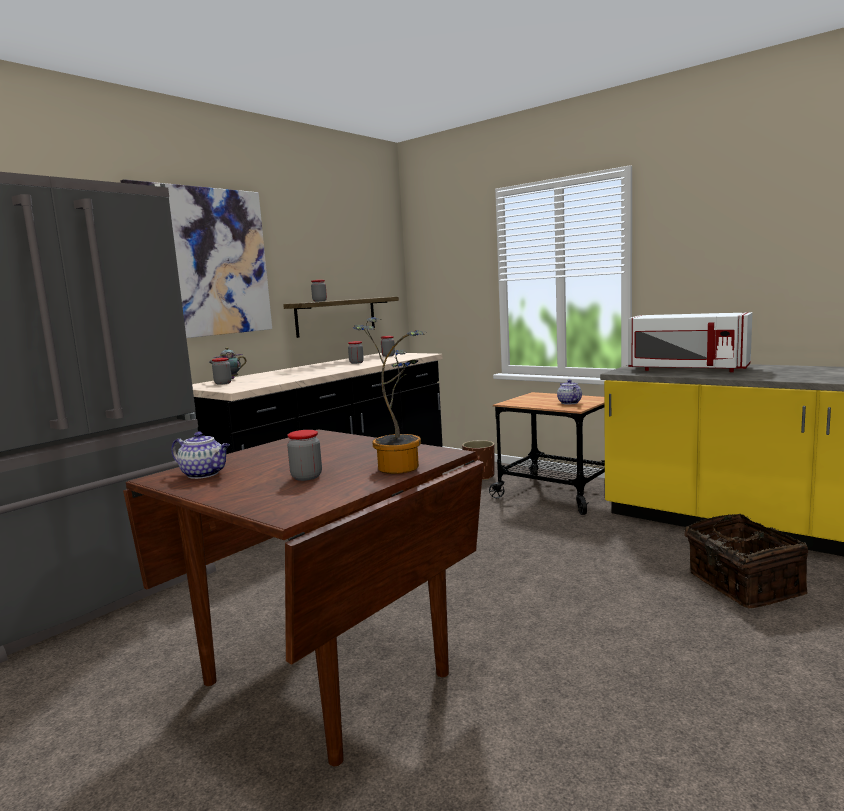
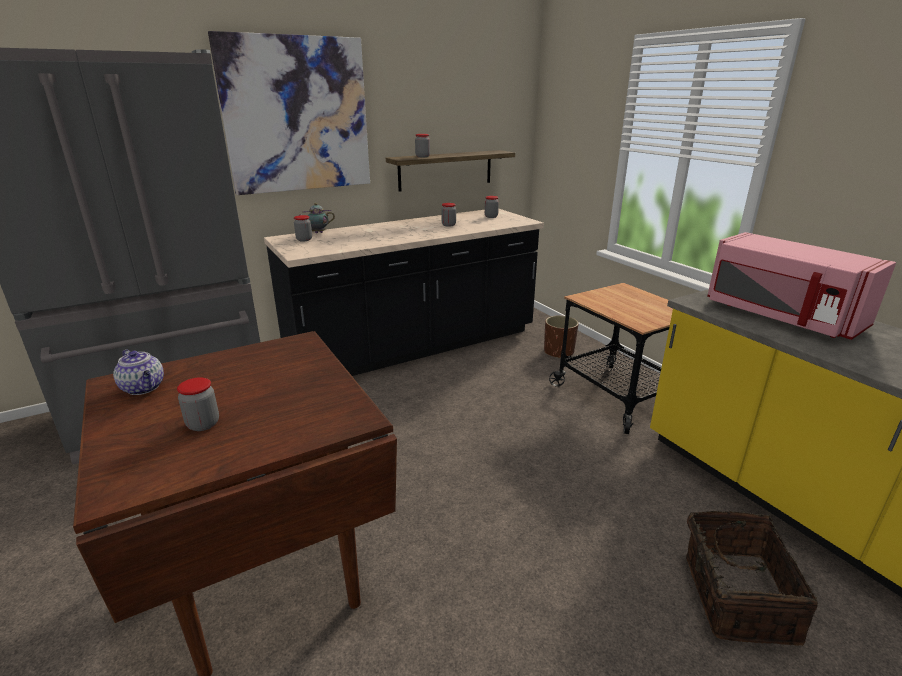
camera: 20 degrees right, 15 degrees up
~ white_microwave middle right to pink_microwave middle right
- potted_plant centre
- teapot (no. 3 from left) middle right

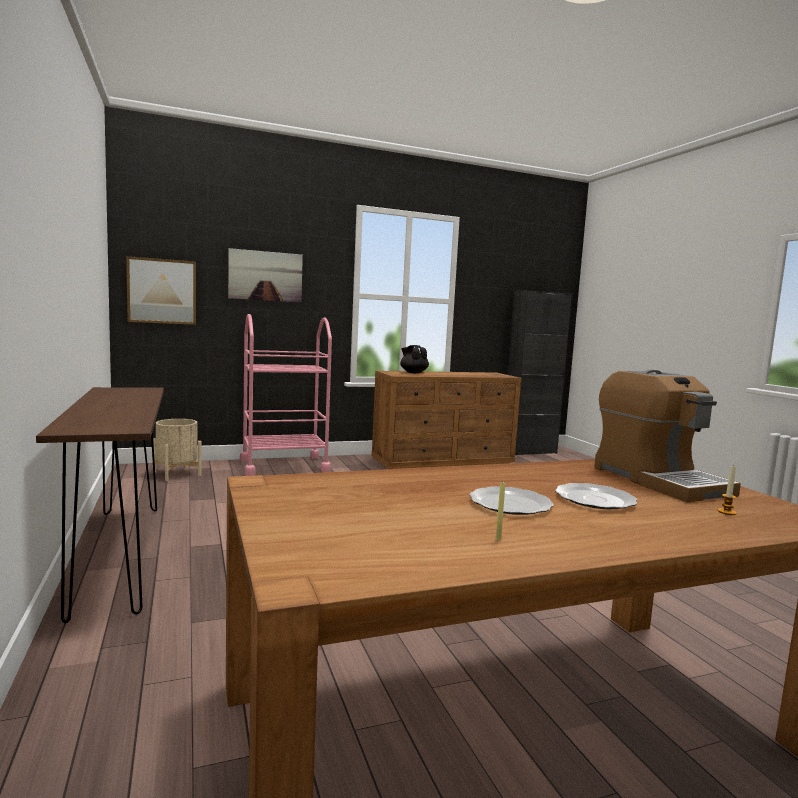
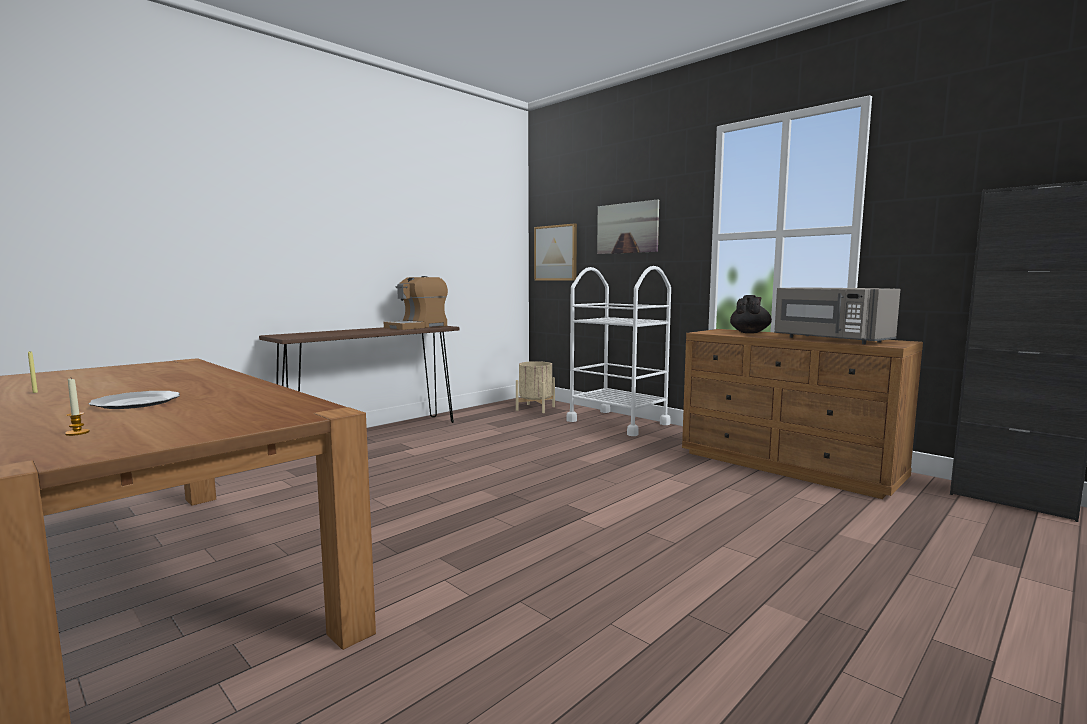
camera: 65 degrees right, 0 degrees up
~ coffee_machine middle right to centre
~ pink_cart centre to white_cart centre
+ grey_microwave middle right
- plate (no. 1 from left) centre

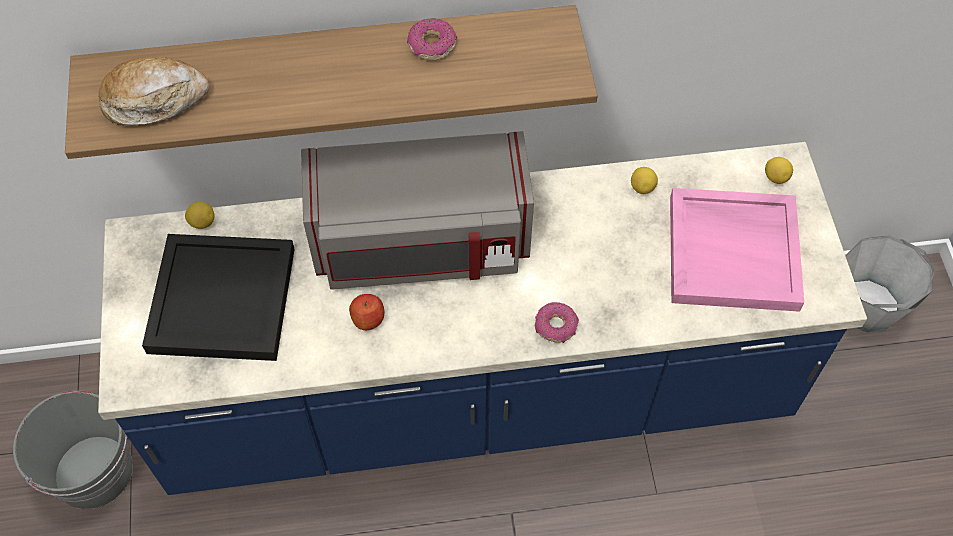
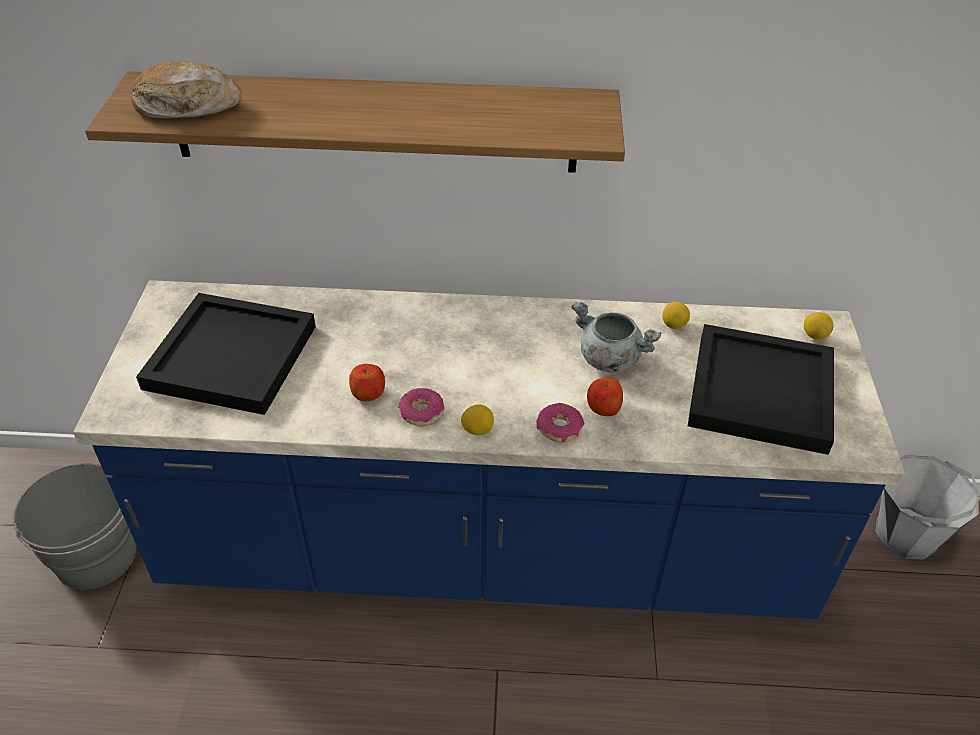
camera: 10 degrees right, 15 degrees down
~ donut (no. 1 from left) top centre to centre
~ lemon (no. 1 from left) middle left to centre
+ grey_cooking_pot centre
+ apple (no. 2 from left) centre
~ pink_tray middle right to black_tray (no. 2 from left) middle right
- grey_microwave centre

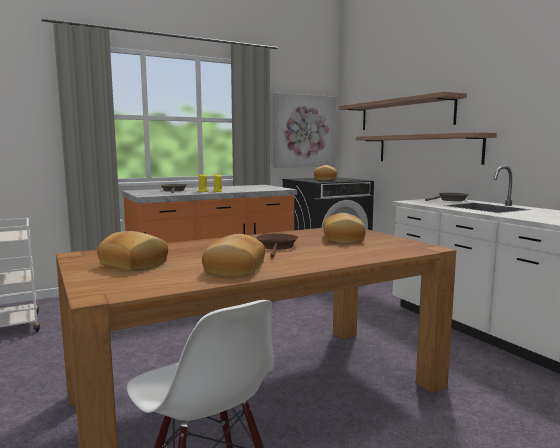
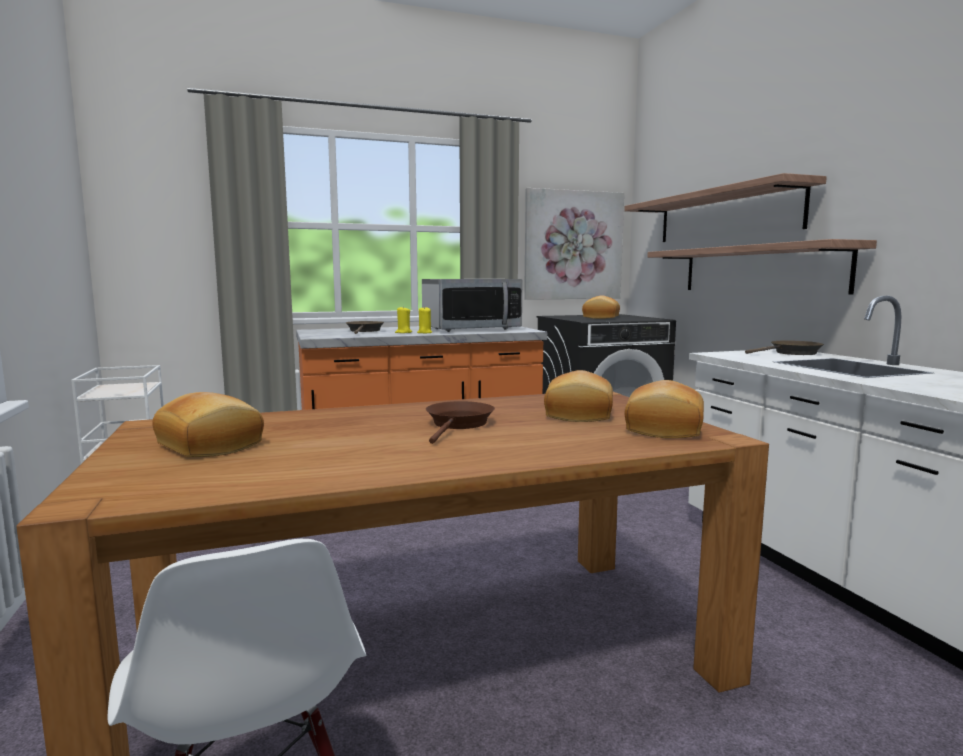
camera: 10 degrees right, 0 degrees up
+ microwave centre
~ bread (no. 2 from left in the first image) centre to bread (no. 4 from left) middle right

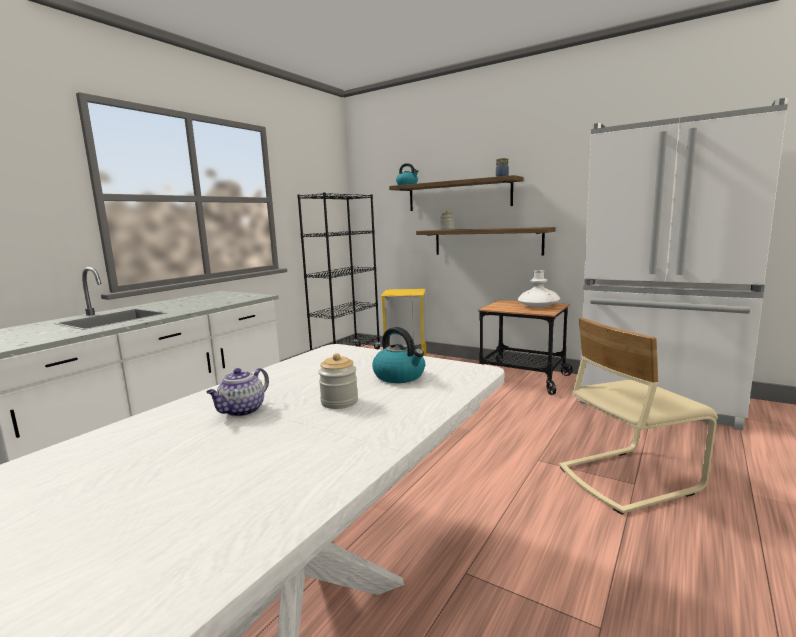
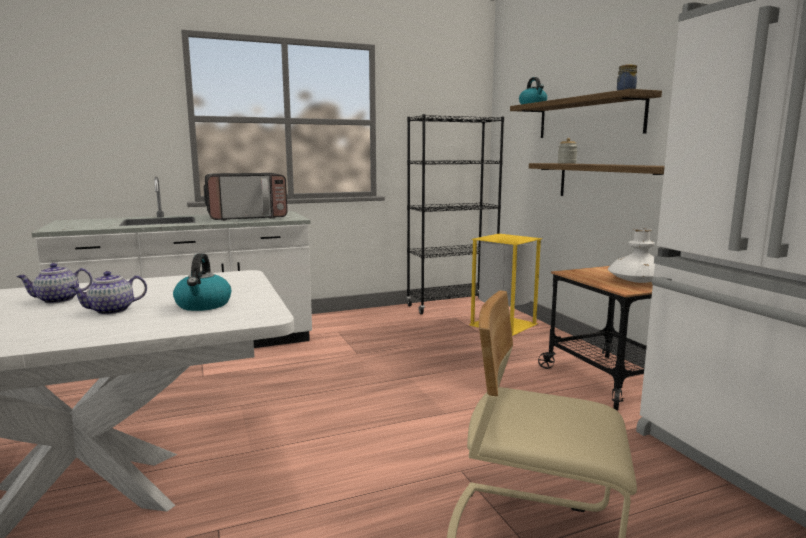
camera: 35 degrees right, 0 degrees up
~ jar (no. 1 from left) centre to teapot (no. 2 from left) middle left
+ microwave middle left

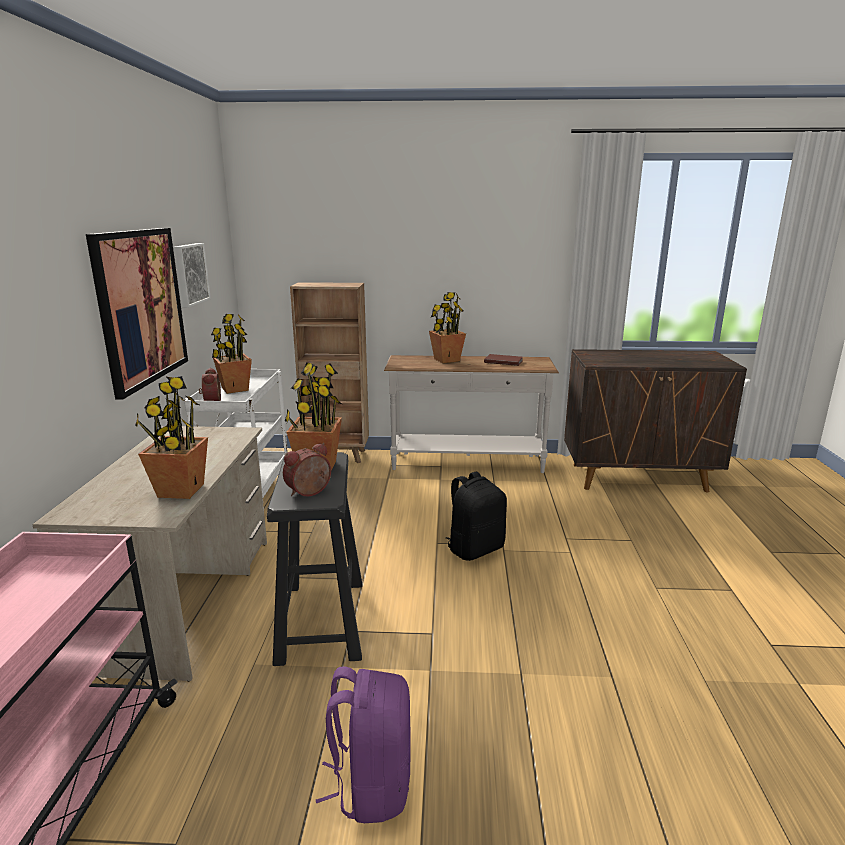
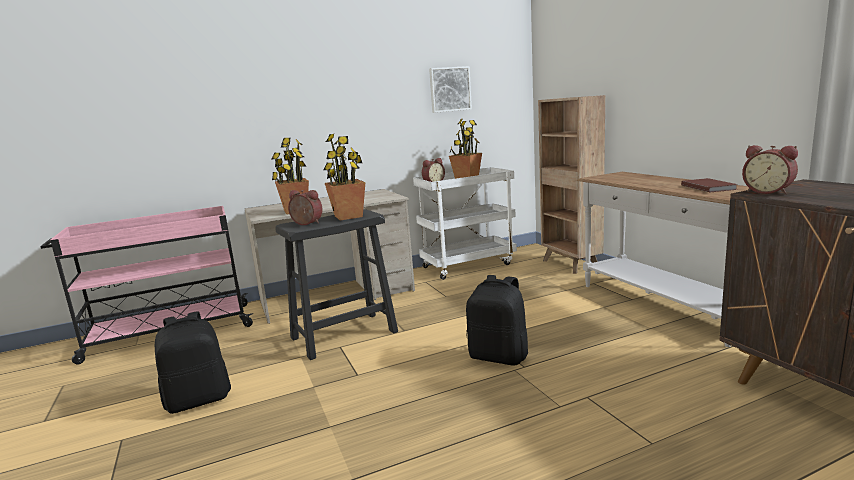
camera: 65 degrees right, 5 degrees down
~ purple_backpack bottom centre to black_backpack (no. 1 from left) bottom left
+ alarm_clock (no. 3 from left) middle right
- picture (no. 1 from left) middle left
- potted_plant (no. 4 from left) centre

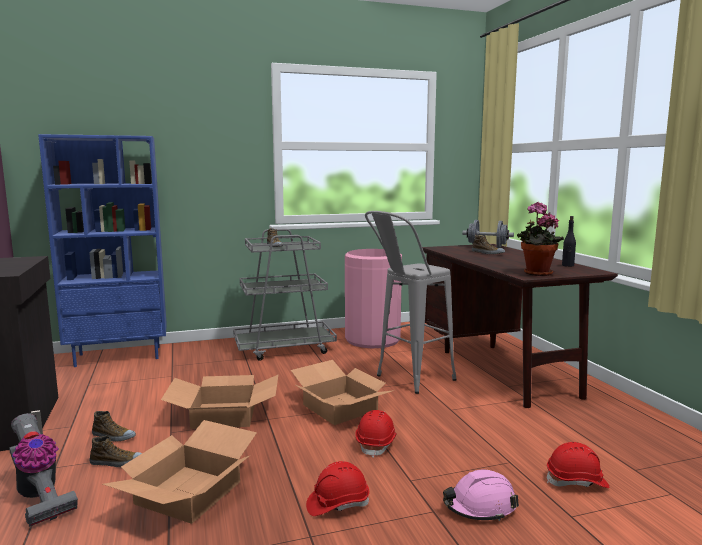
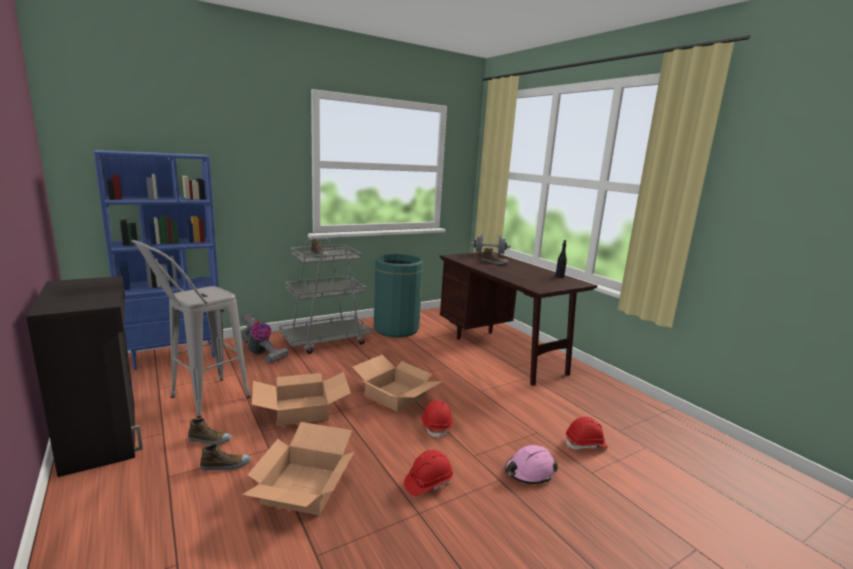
camera: 15 degrees left, 5 degrees up
~ grey_stool centre to middle left
~ vacuum_cleaner bottom left to middle left
~ pink_trash_can centre to green_trash_can centre
- potted_plant middle right

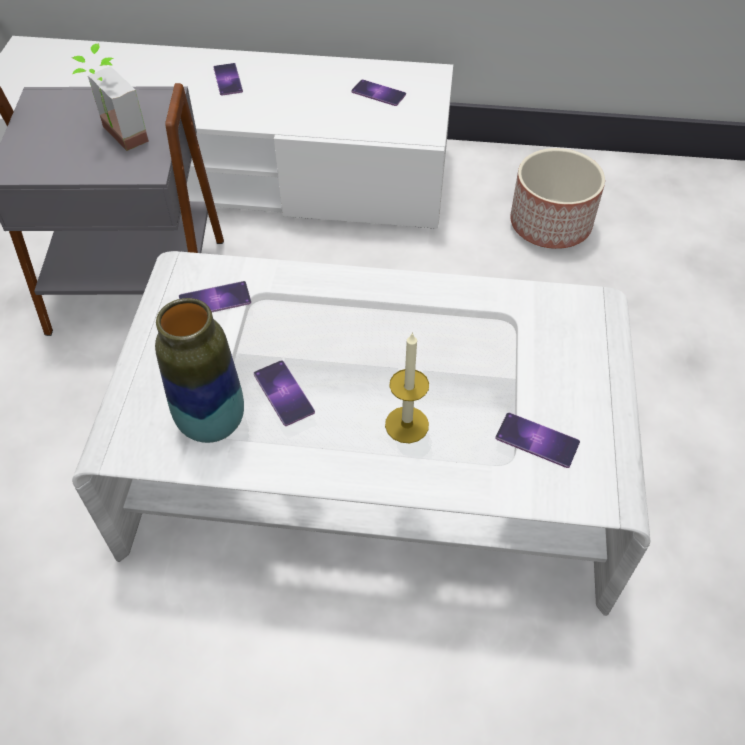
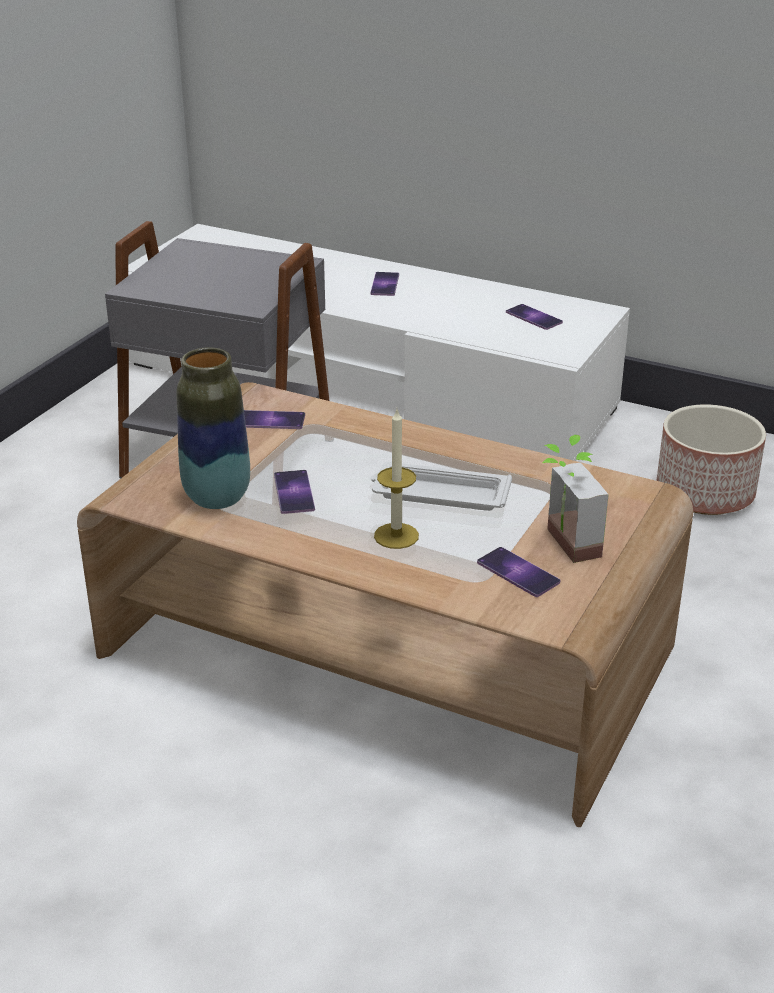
camera: 20 degrees right, 20 degrees down
~ white_coffee_table centre to brown_coffee_table centre
+ white_tray centre
~ potted_plant top left to middle right

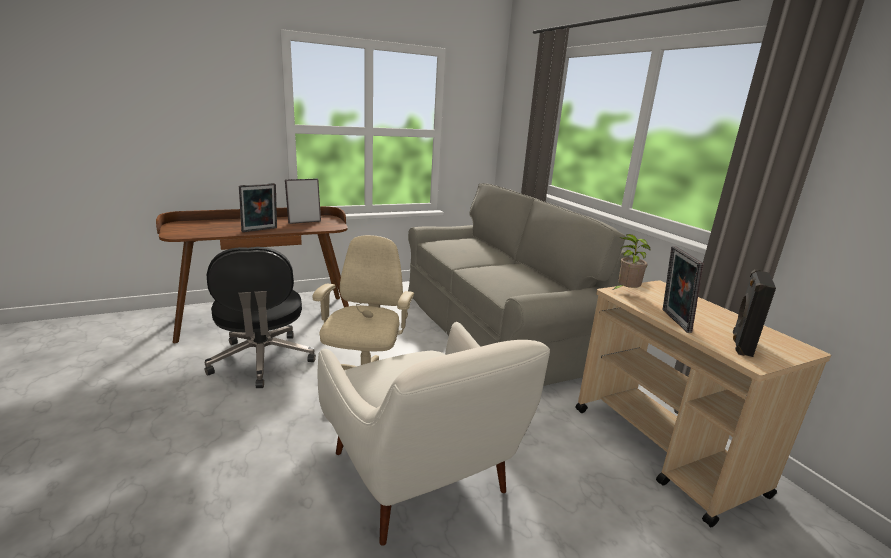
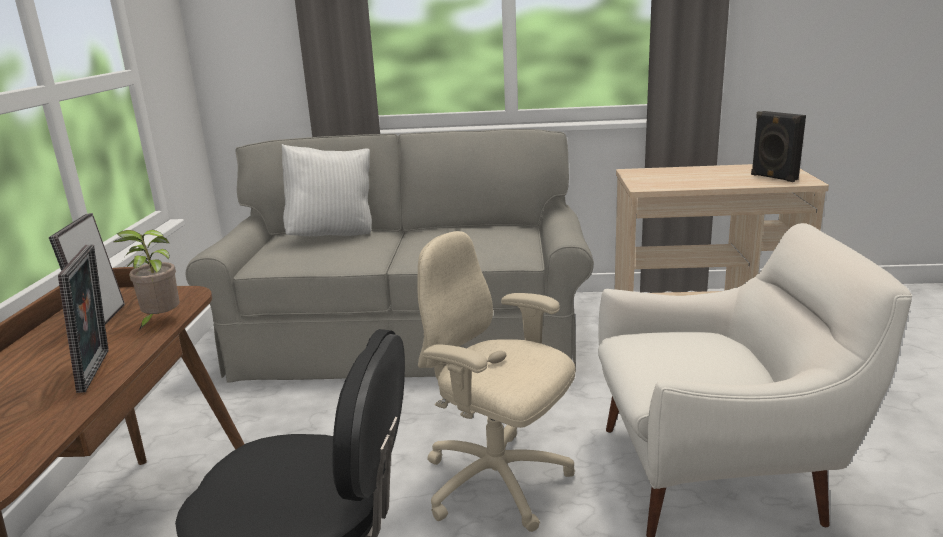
camera: 60 degrees left, 0 degrees up
~ potted_plant middle right to middle left
+ white_pillow centre
- picture_frame (no. 3 from left) middle right

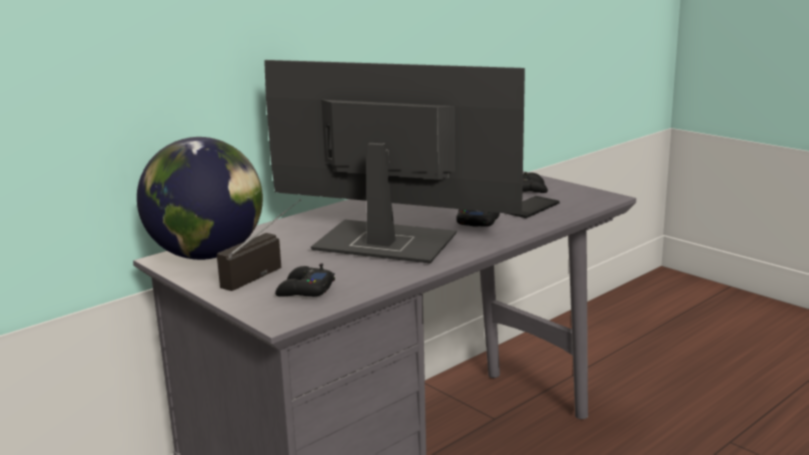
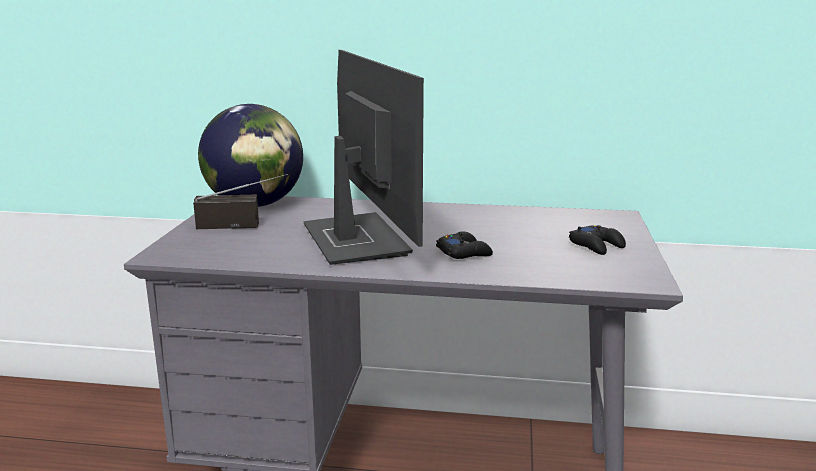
camera: 50 degrees right, 0 degrees up
- black_game_controller (no. 1 from left) centre
- phone centre

